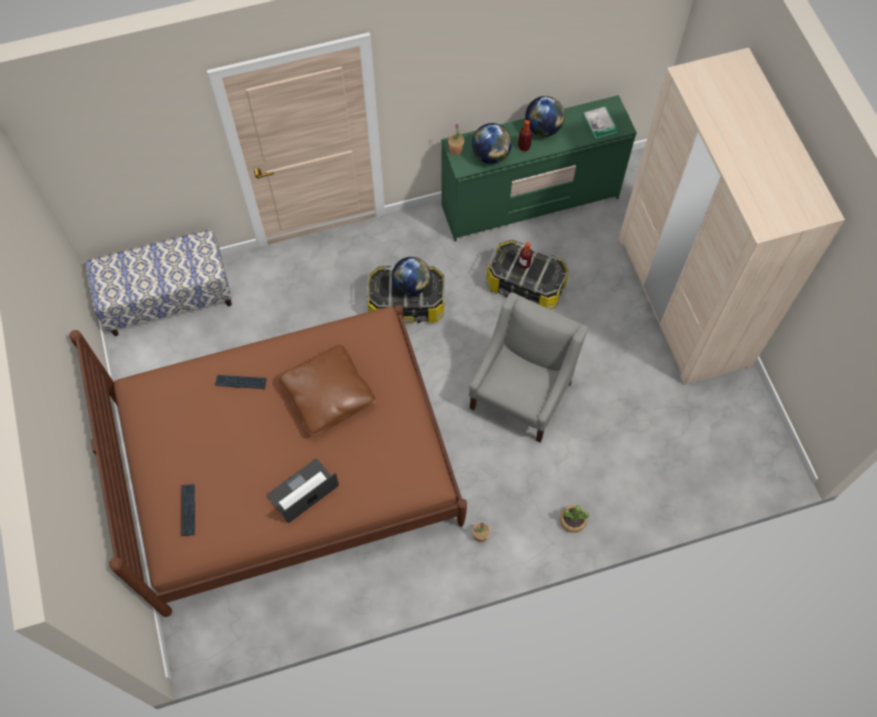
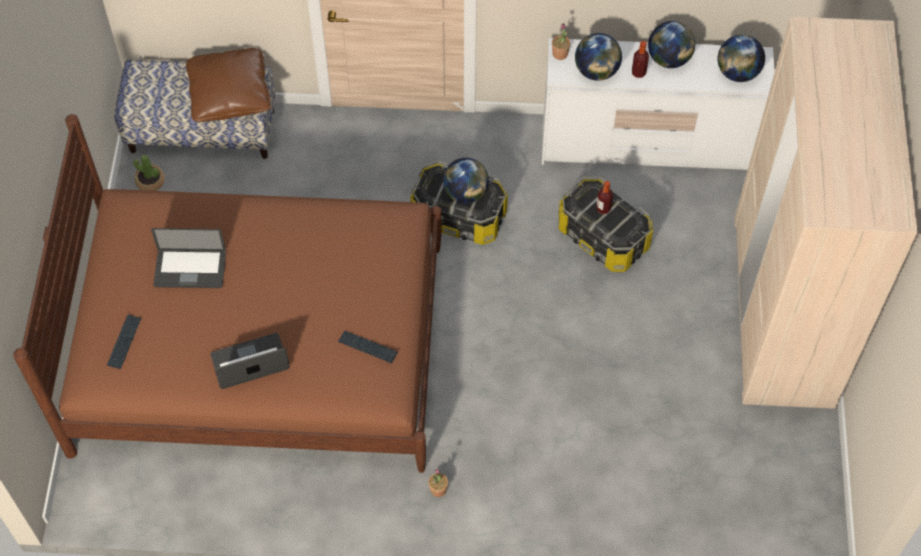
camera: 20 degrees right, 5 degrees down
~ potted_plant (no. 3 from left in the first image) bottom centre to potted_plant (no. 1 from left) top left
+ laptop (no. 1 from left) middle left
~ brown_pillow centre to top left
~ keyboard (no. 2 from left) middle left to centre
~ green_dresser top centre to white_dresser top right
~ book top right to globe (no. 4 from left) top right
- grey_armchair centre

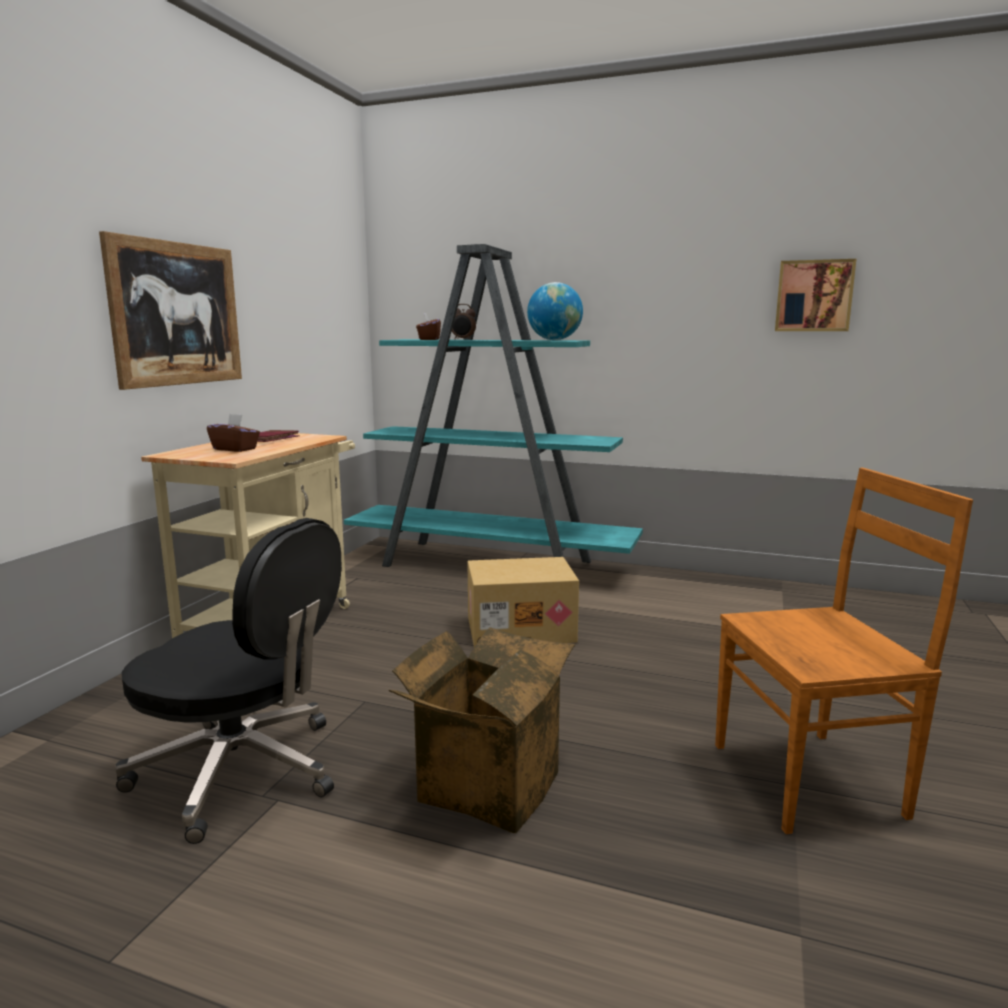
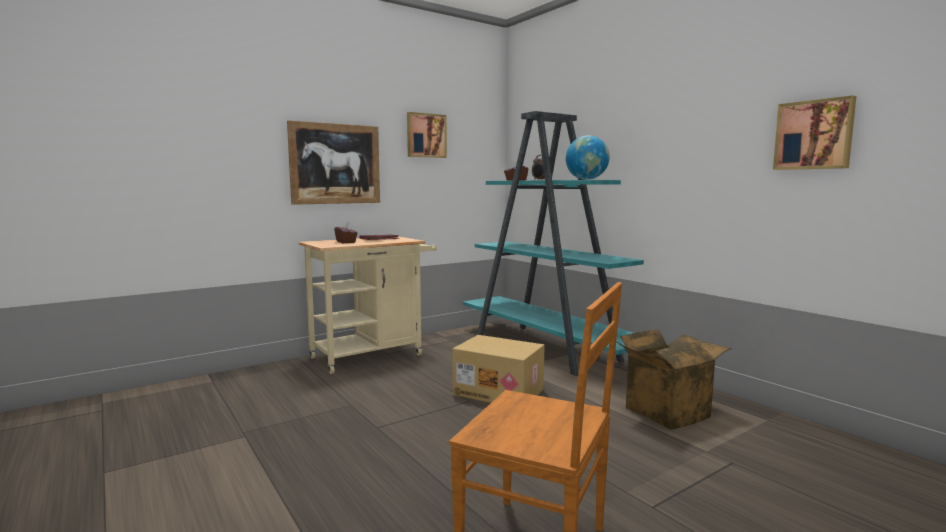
camera: 35 degrees right, 5 degrees down
+ picture (no. 2 from left) top centre
~ cardboard_box (no. 1 from left in the first image) bottom centre to cardboard_box (no. 2 from left) bottom right
- black_office_chair bottom left

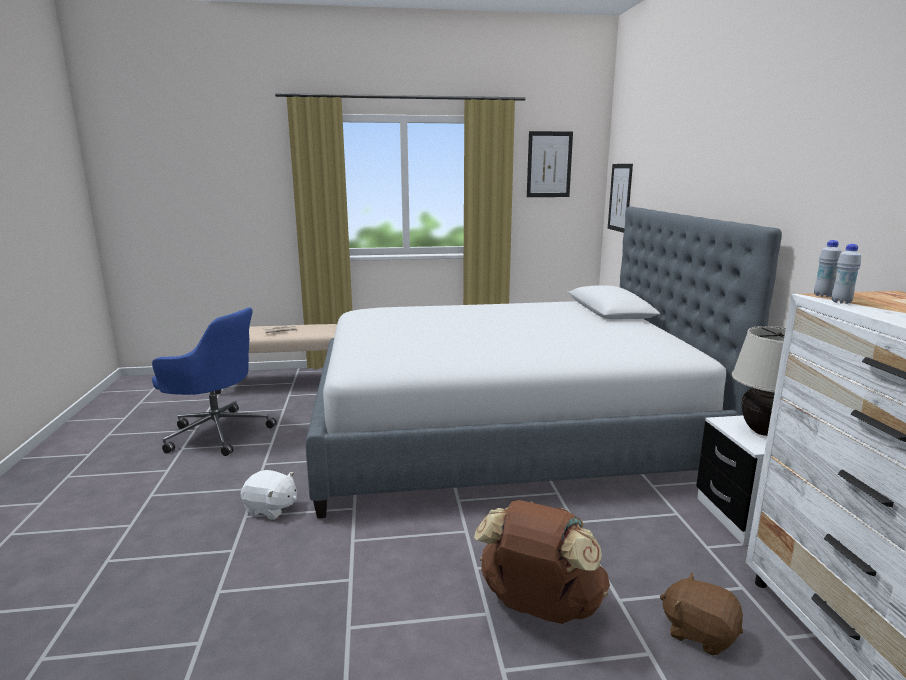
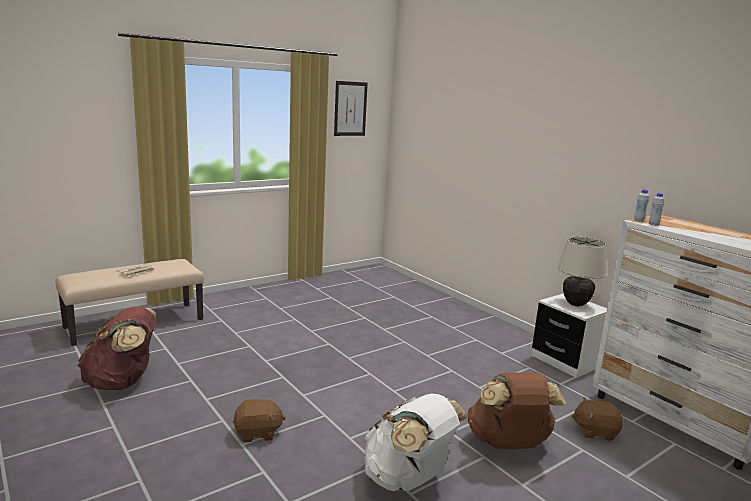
camera: 30 degrees left, 0 degrees up
~ blue_office_chair middle left to brown_backpack (no. 1 from left) bottom left
~ white_plush_toy bottom left to brown_plush_toy (no. 1 from left) bottom centre
+ white_backpack bottom centre
- bed centre
- picture (no. 2 from left) top right

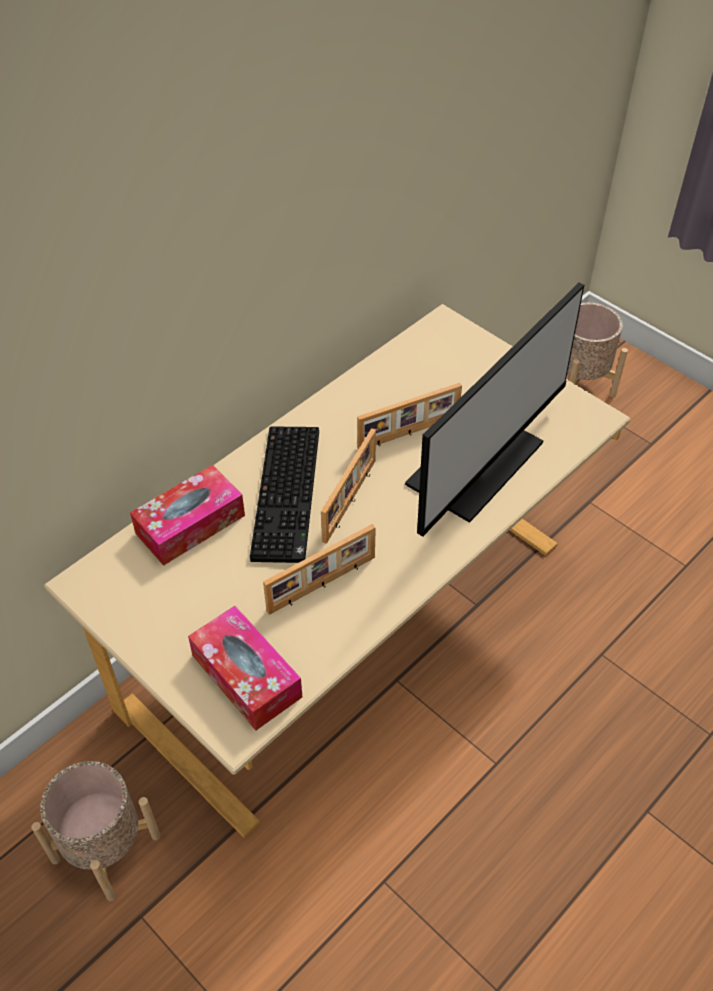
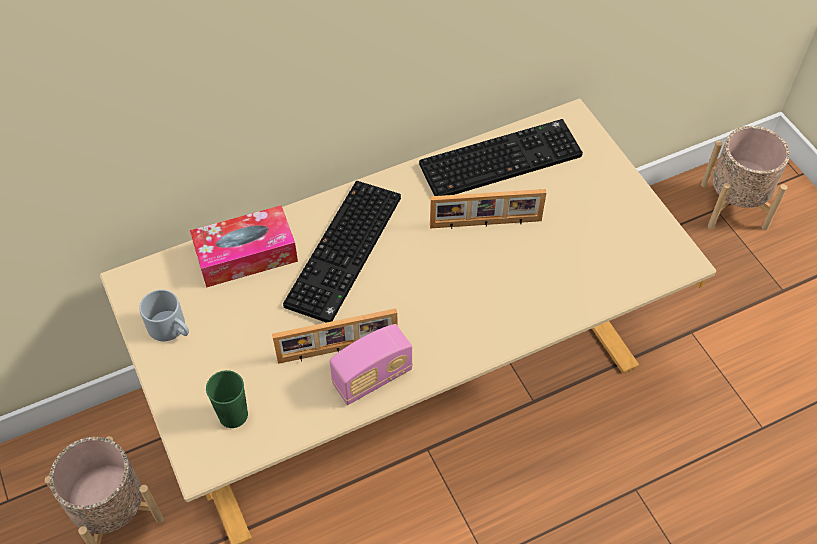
camera: 20 degrees right, 5 degrees up
+ grey_mug middle left
~ tissue_box (no. 2 from left) bottom centre to green_cup bottom left
+ radio bottom centre
+ keyboard (no. 2 from left) top centre
- picture_frame (no. 2 from left) centre
- monitor middle right

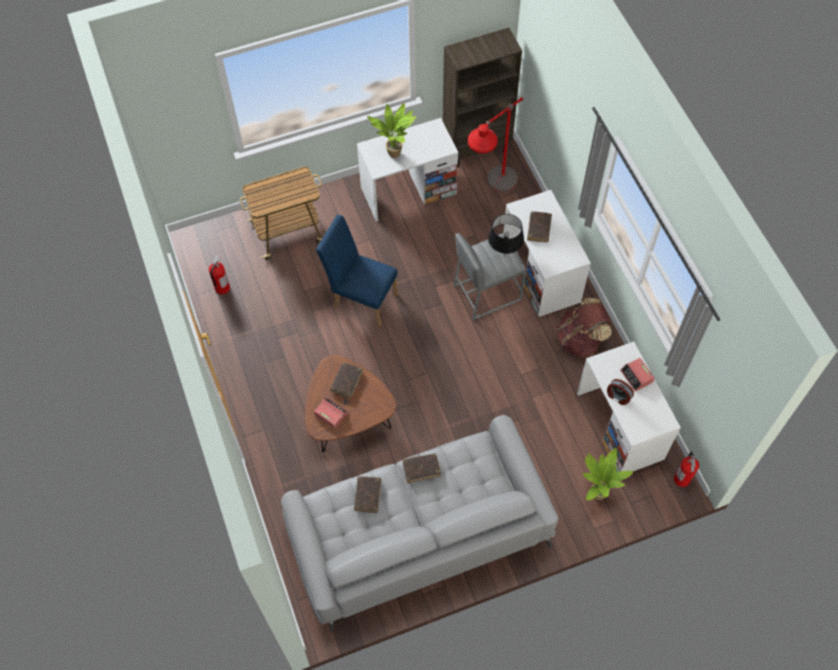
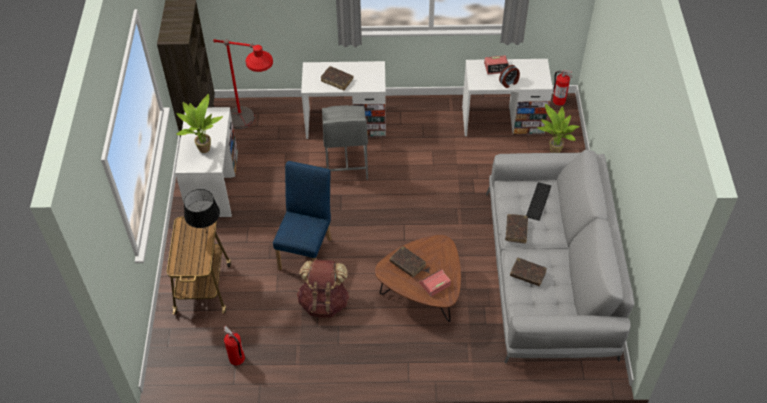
camera: 70 degrees left, 10 degrees down
~ black_table_lamp centre to middle left
~ blue_chair centre = centre 150 degrees clockwise
~ brown_backpack middle right to bottom centre
+ keyboard middle right

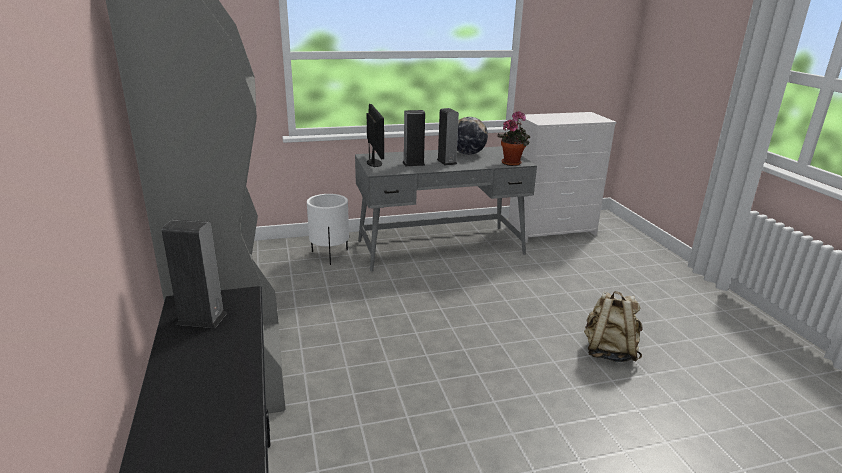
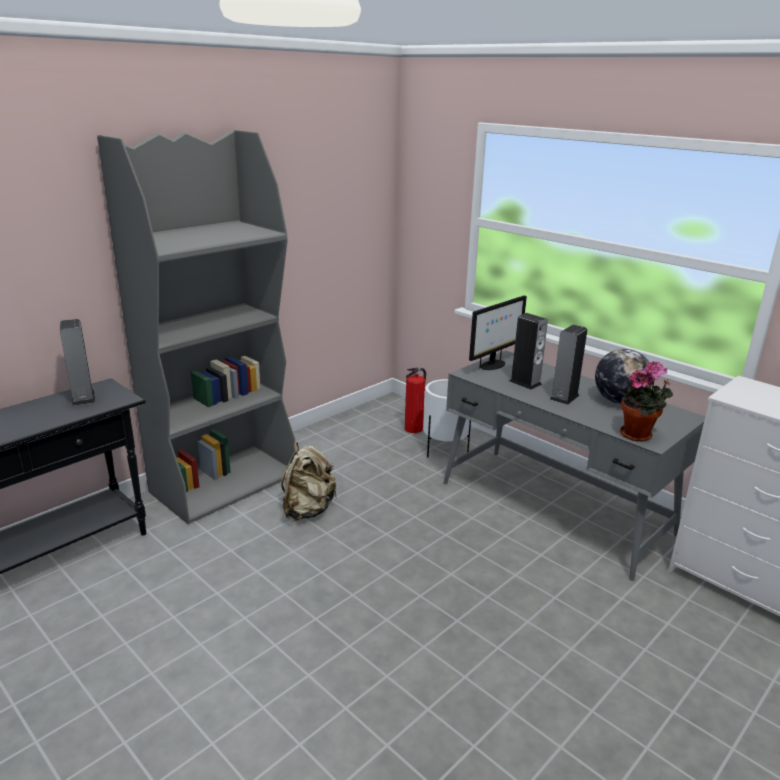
camera: 60 degrees right, 0 degrees up
~ beige_backpack bottom right to centre
+ fire_extinguisher centre

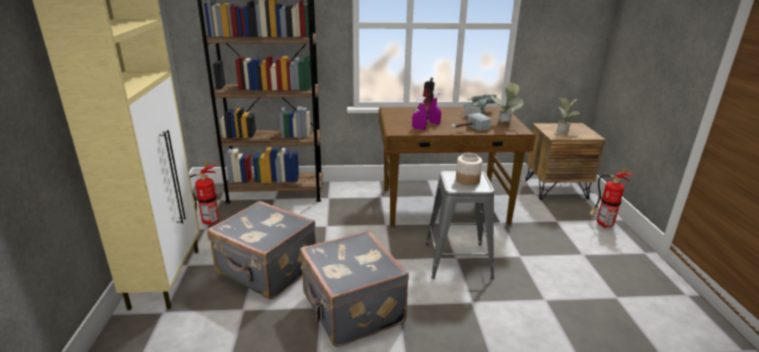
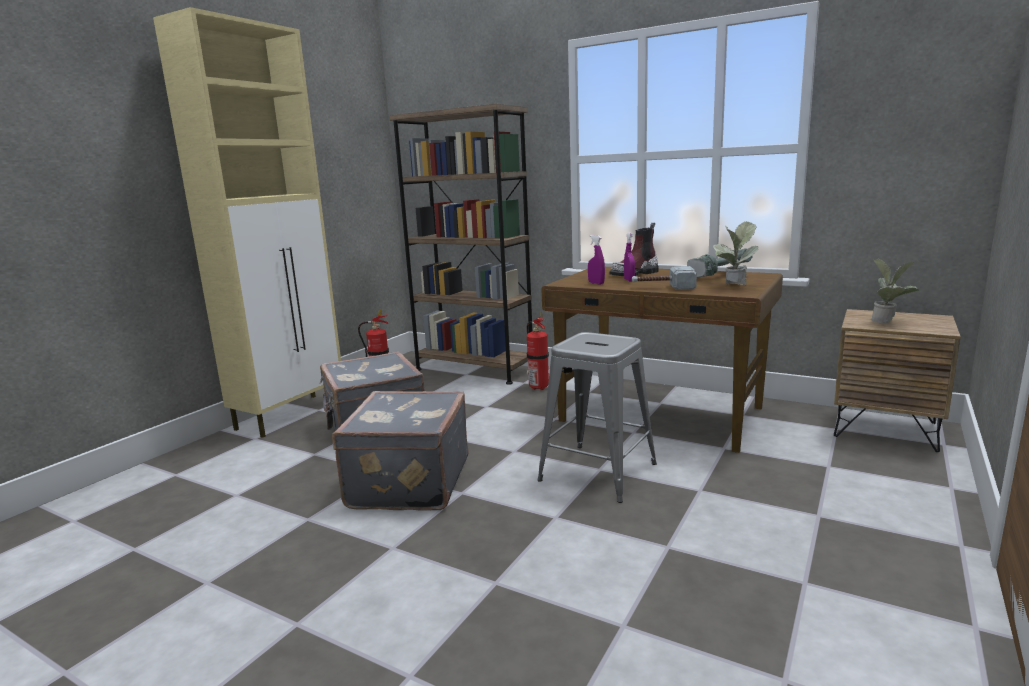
camera: 35 degrees right, 10 degrees down
~ fire_extinguisher (no. 2 from left) middle right to centre
- jar centre

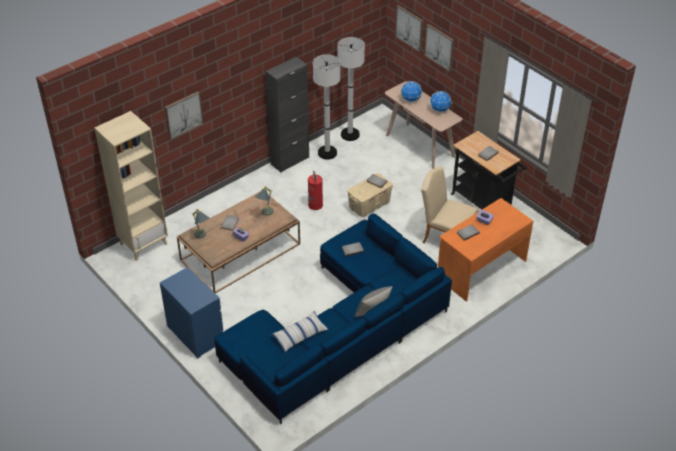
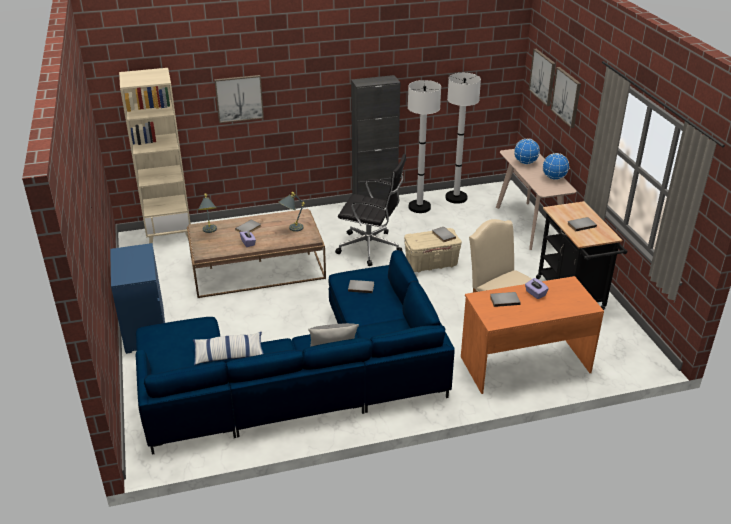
camera: 25 degrees right, 10 degrees down
~ fire_extinguisher centre to black_office_chair centre

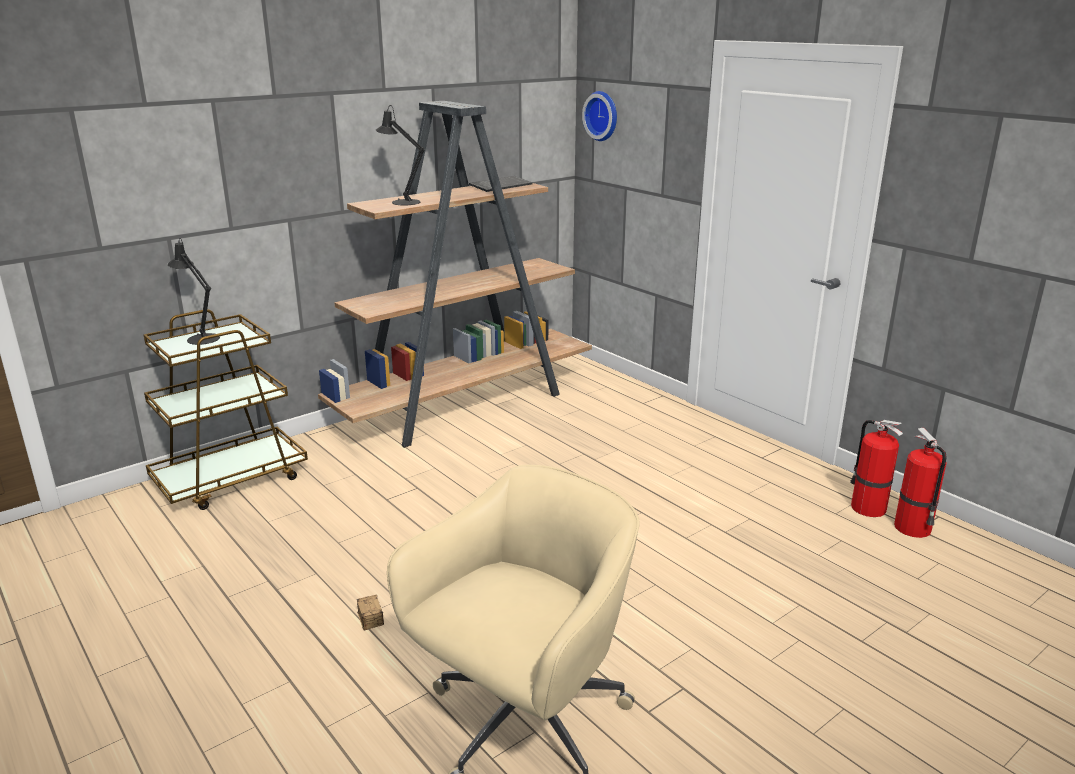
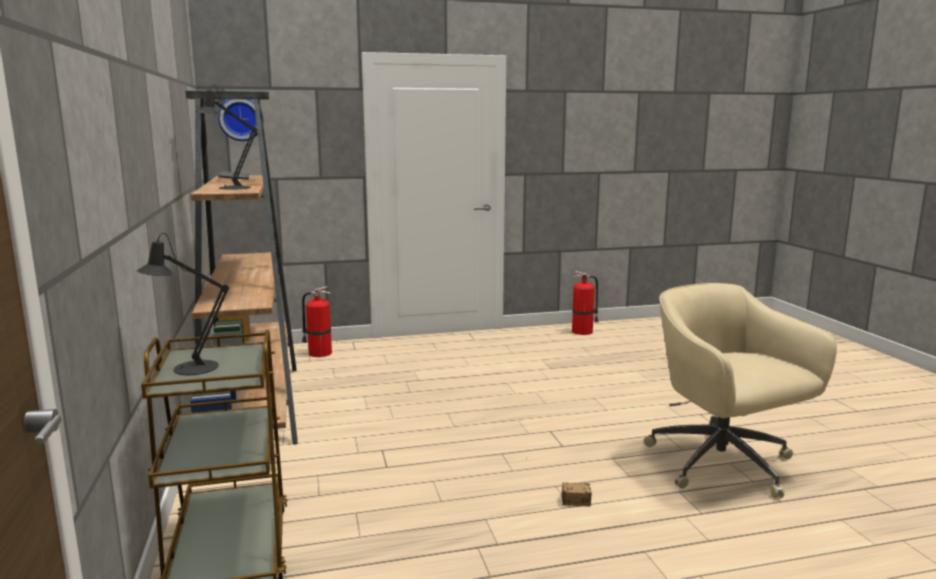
camera: 65 degrees left, 10 degrees down
~ fire_extinguisher (no. 1 from left) middle right to centre

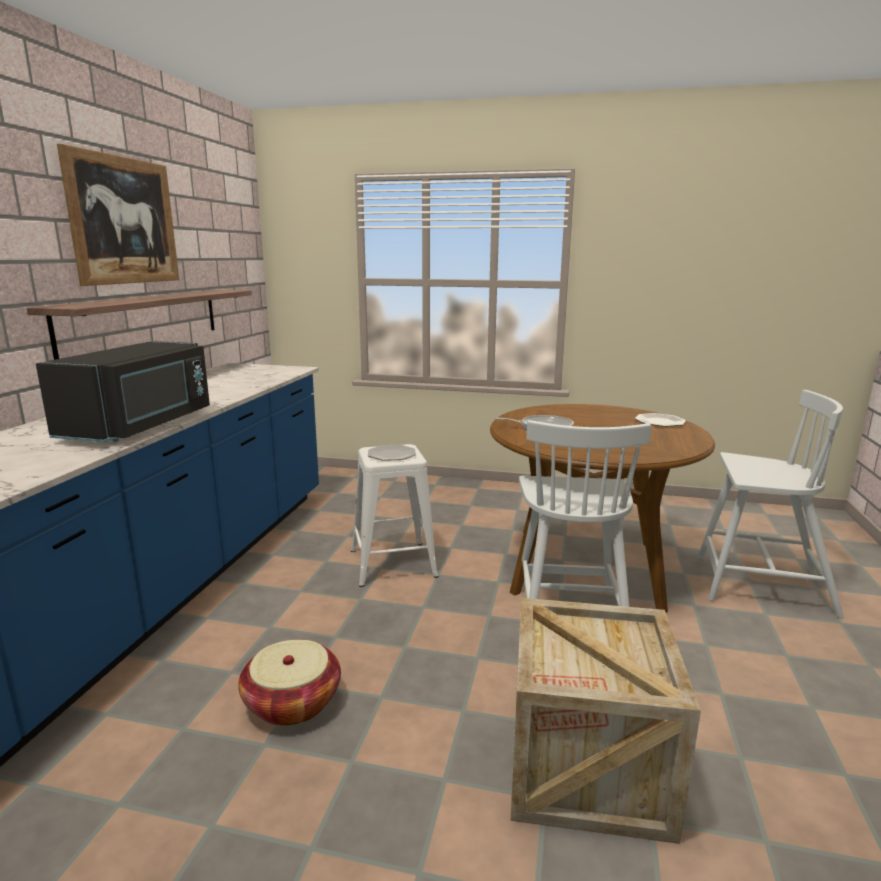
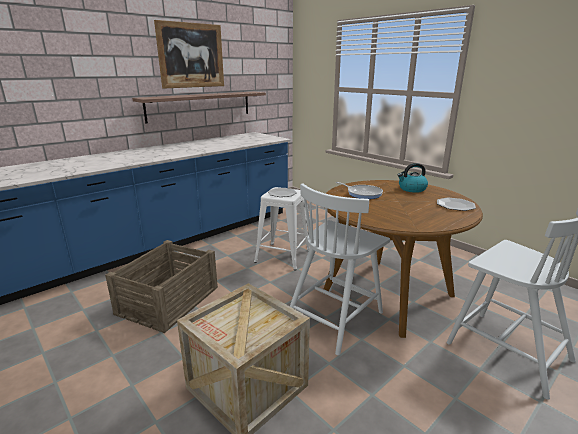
camera: 35 degrees right, 5 degrees up
~ basket bottom left to crate (no. 1 from left) middle left
+ kettle middle right
- black_microwave middle left

